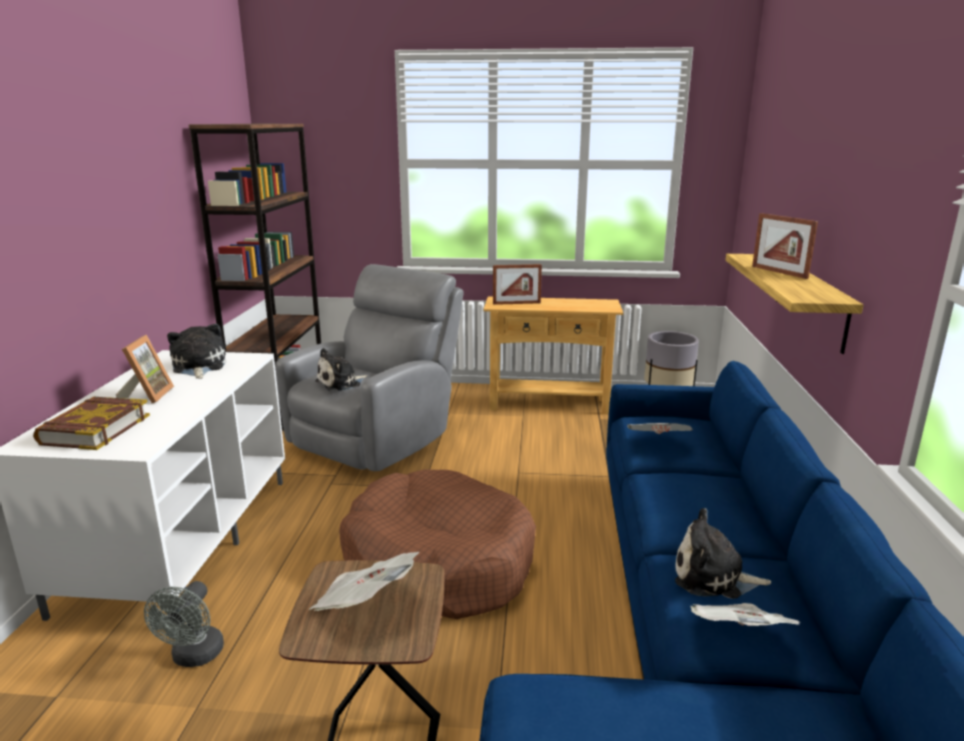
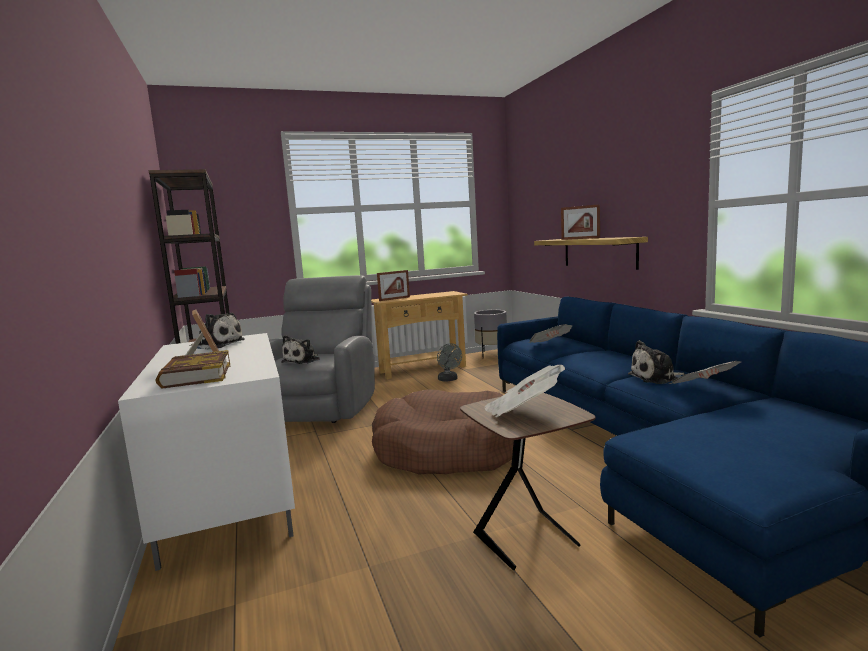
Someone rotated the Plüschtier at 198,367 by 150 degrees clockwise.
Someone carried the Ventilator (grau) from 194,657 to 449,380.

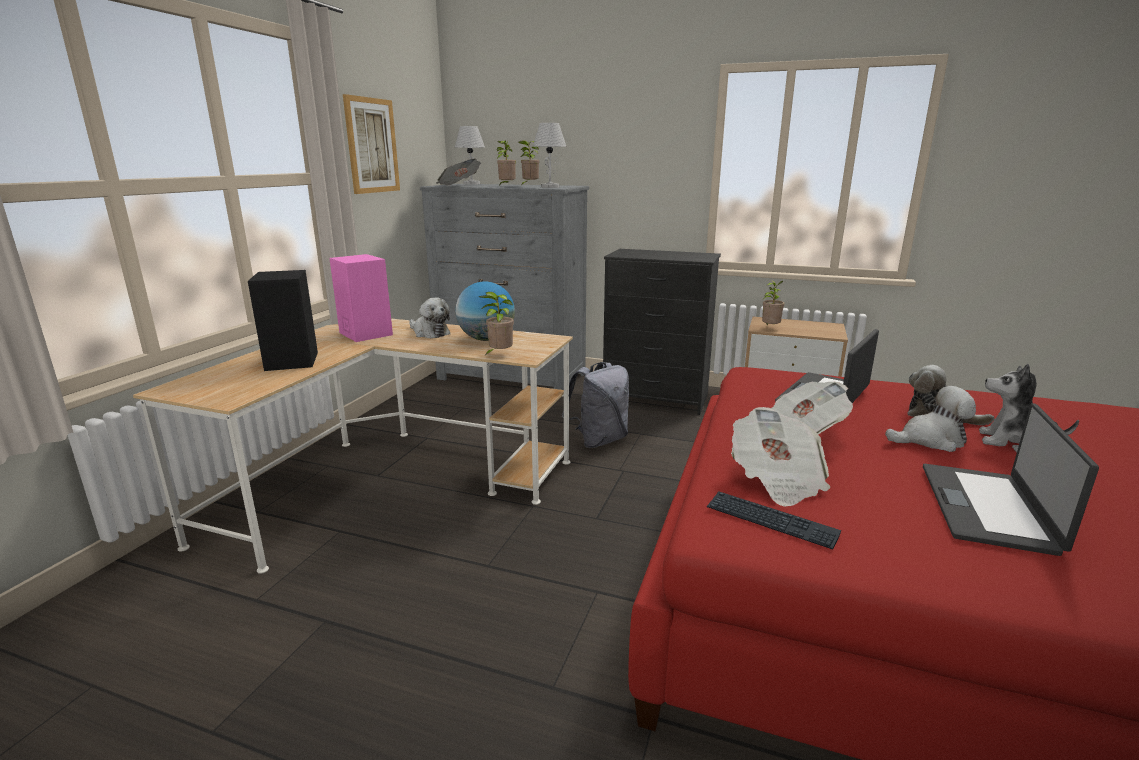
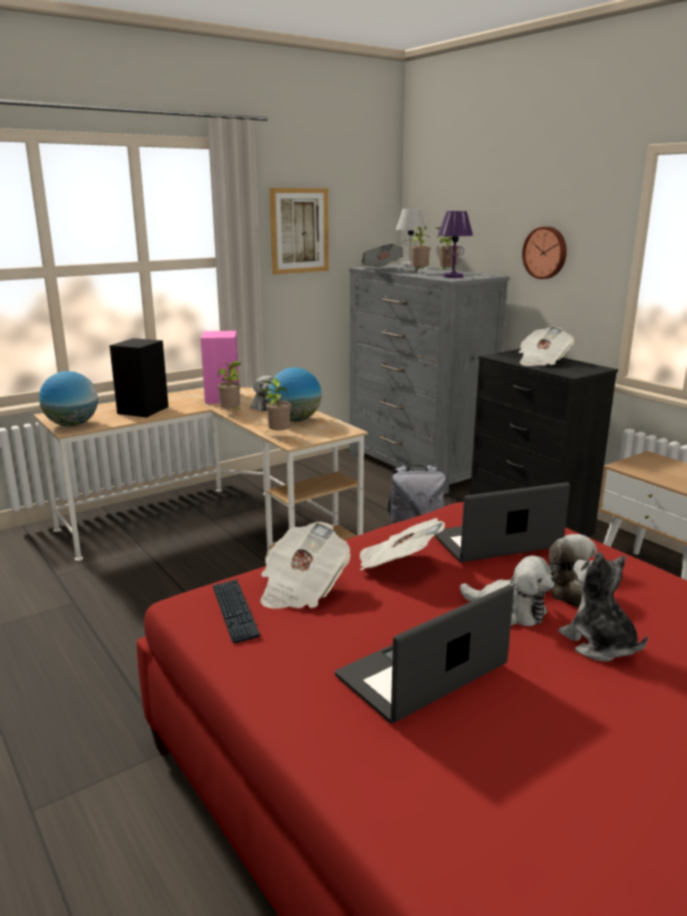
Someone put down the Globus at 72,425.
Someone carried the Topfpflanze from 770,328 to 232,413.
Someone repainted the Tischlampe (weiß) at 550,187, which became the Tischlampe (lila) at 453,277.
Someone put down the Zeitung at 542,361.
Someone put up the Wanduhr at 545,252.

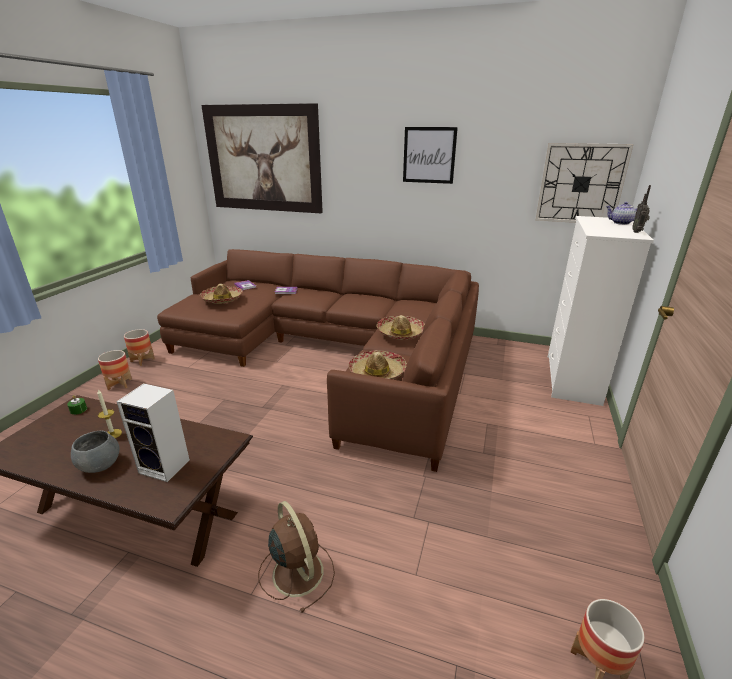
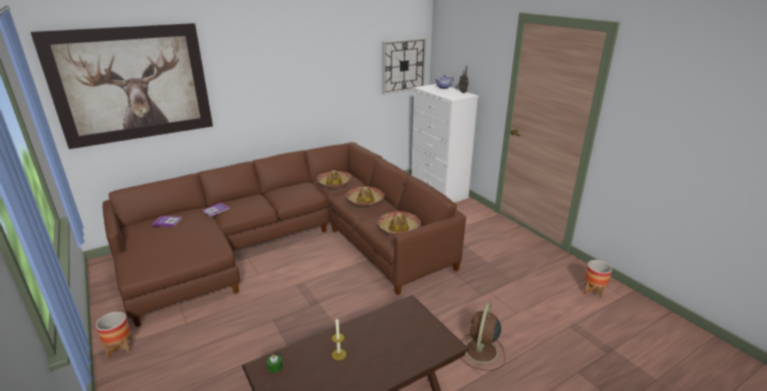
Someone carried the Hut from 222,299 to 334,183.
Someone rotated the Ventilator (braun) at 297,571 by 75 degrees counterclockwise.
Someone took away the Schüssel (grau) at 100,465.
Someone took away the Pflanzkübel at 120,384.
Someone took away the Lautsprecher at 166,466.
Someone took away the Bild at 429,155.

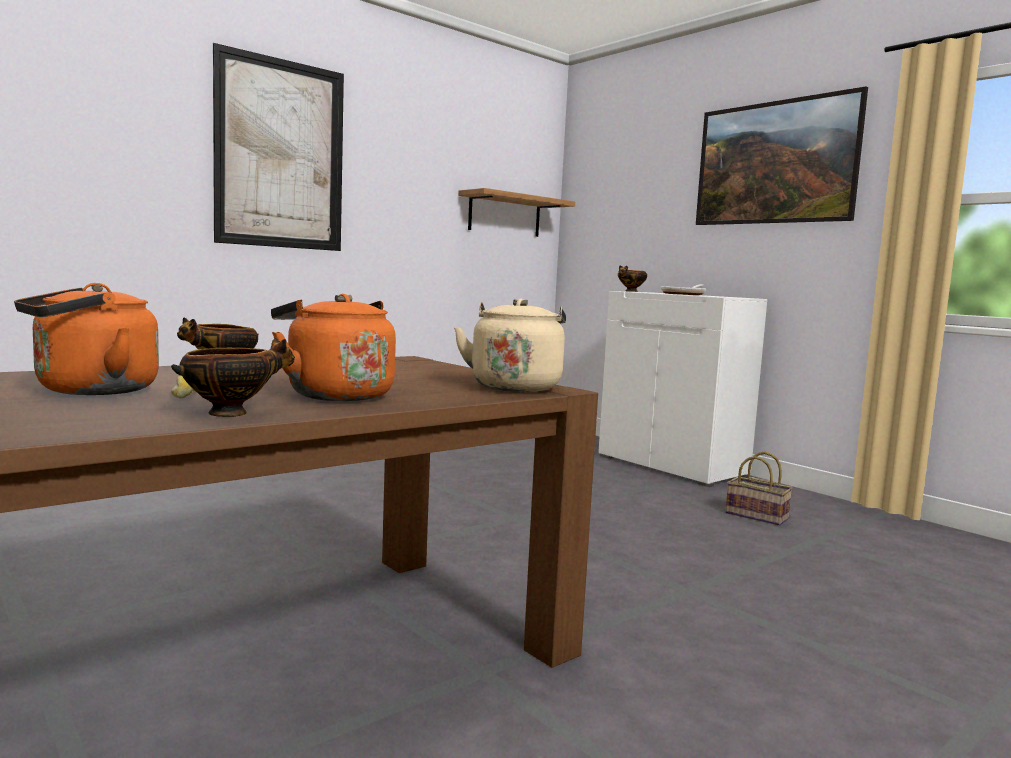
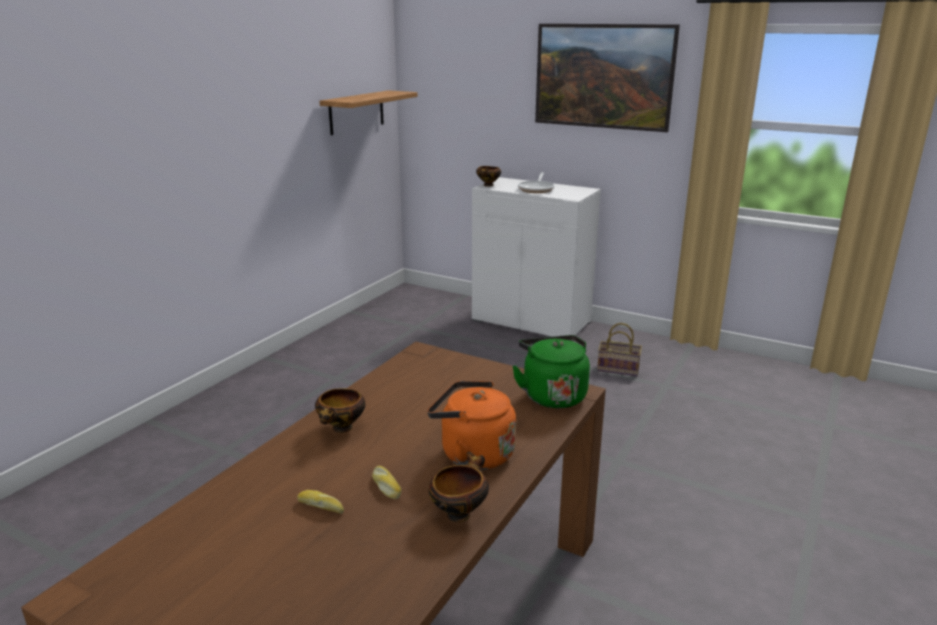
Someone swapped the Wasserkessel (orange) at 90,391 for the Brot at 321,506.
Someone repainted the Wasserkessel (beige) at 515,386, which became the Wasserkessel (grün) at 552,395.
Someone took away the Bild at 280,154.

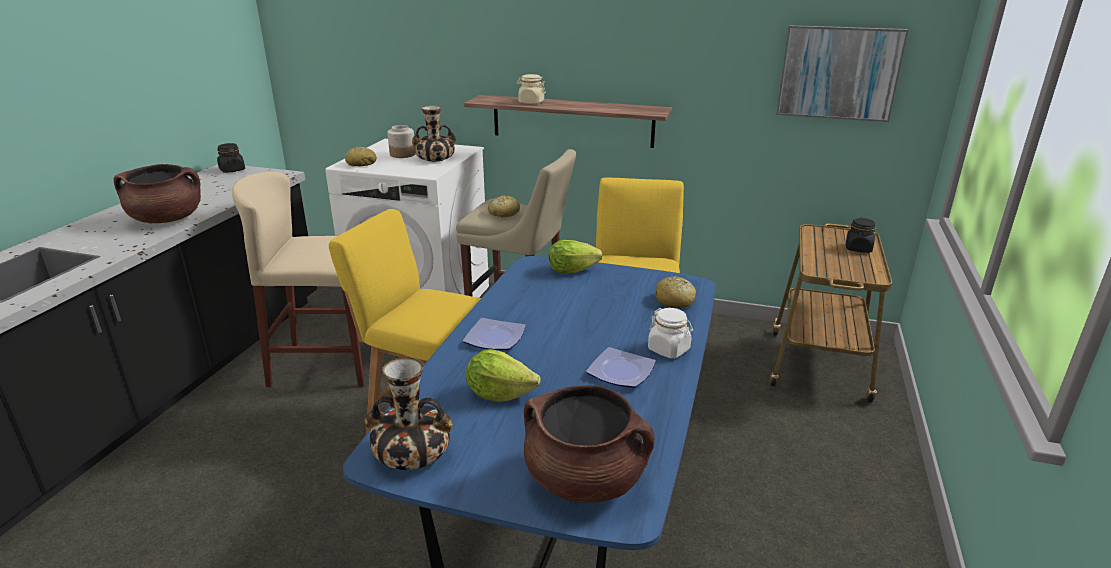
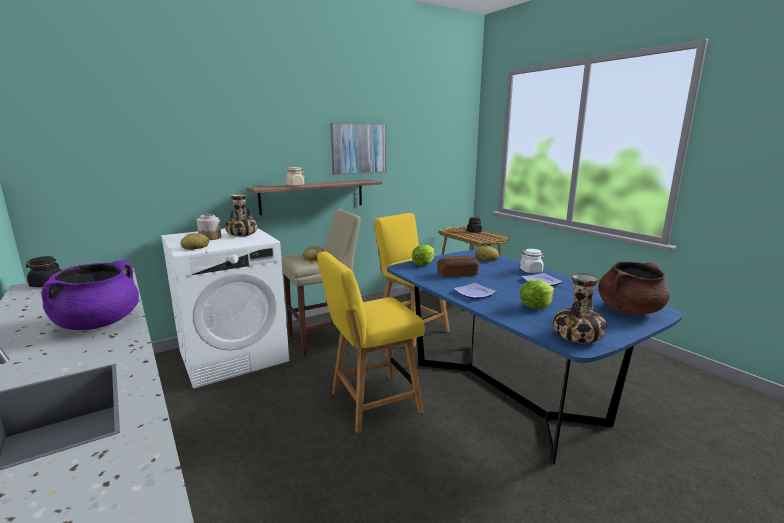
Someone repainted the Kochtopf (braun) at 167,219, which became the Kochtopf (lila) at 98,323.
Someone carried the Bild from 838,73 to 358,148.
Someone put down the Brot at 457,274.
Someone took away the Hocker (beige) at 327,364.

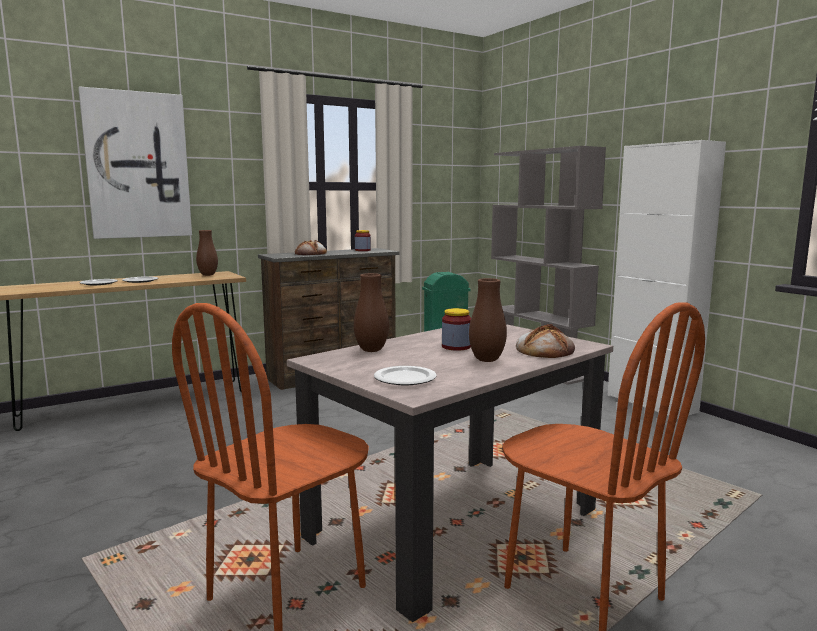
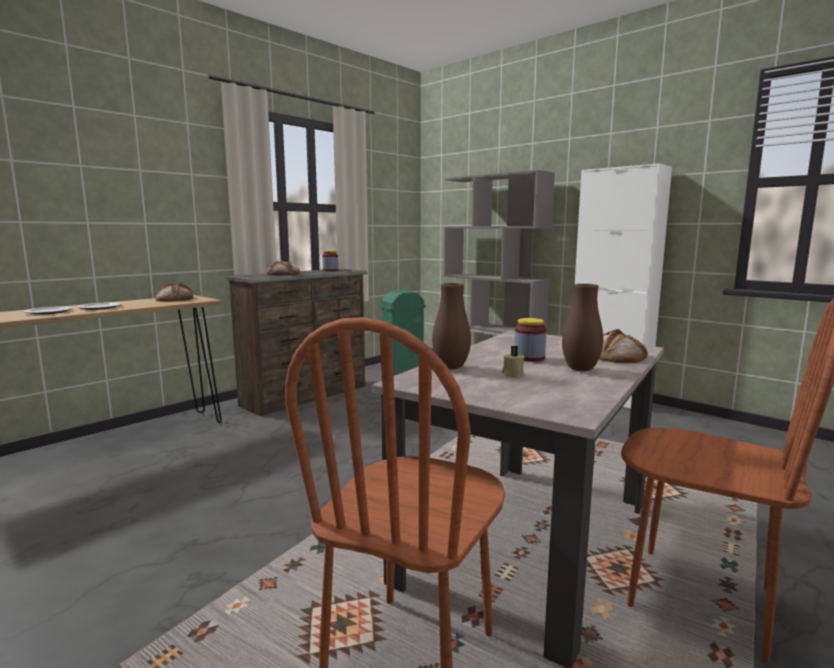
Someone swapped the Vase (braun) at 208,275 for the Brot at 175,299.
Someone put down the Kerze (beige) at 512,374.
Someone took away the Bild at 138,165.
Someone took away the Teller at 406,378.

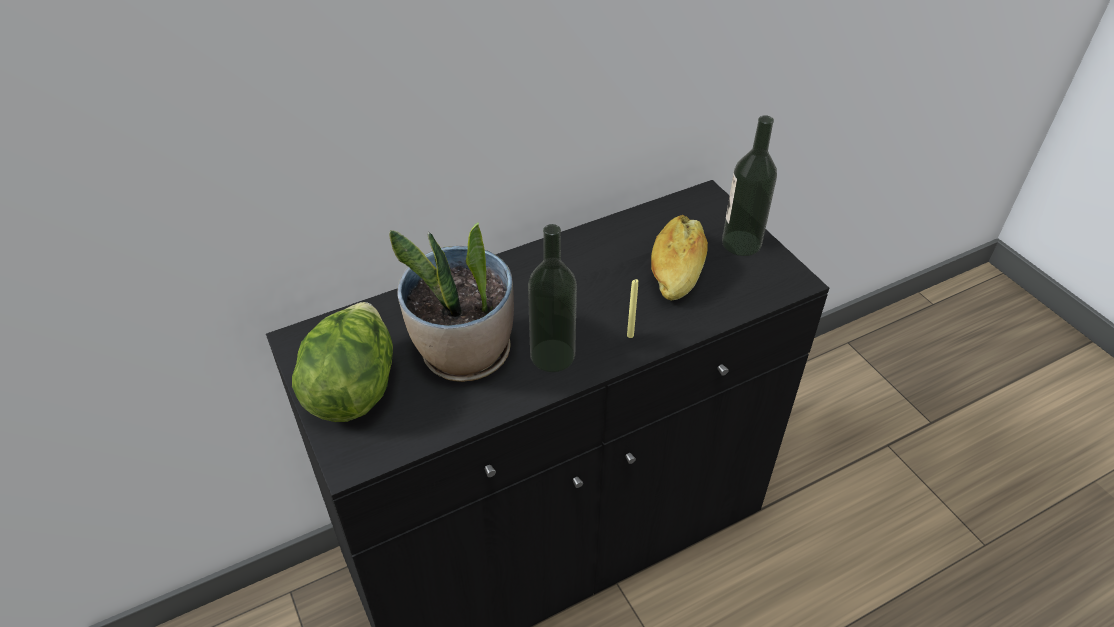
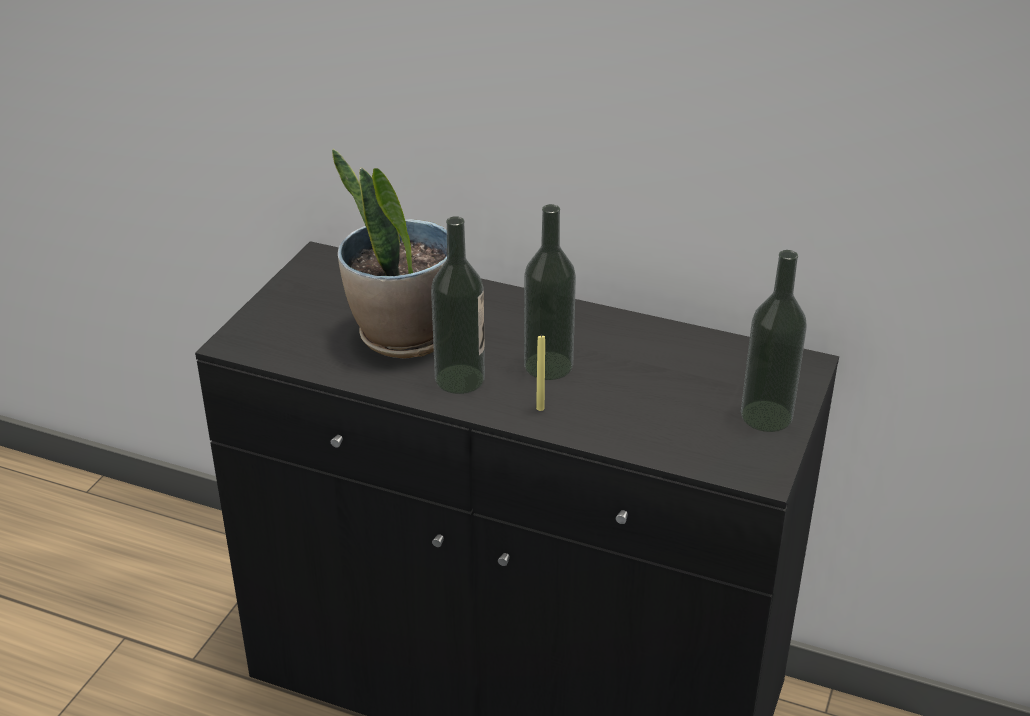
Someone put down the Flasche at 548,365.
Someone took away the Salatkopf at 353,388.
Someone took away the Brot at 677,268.

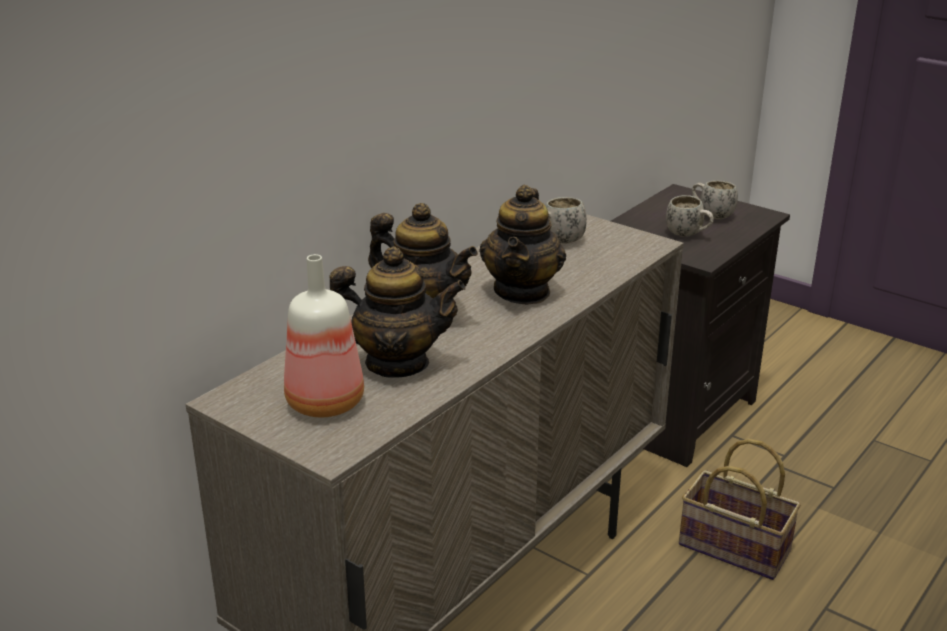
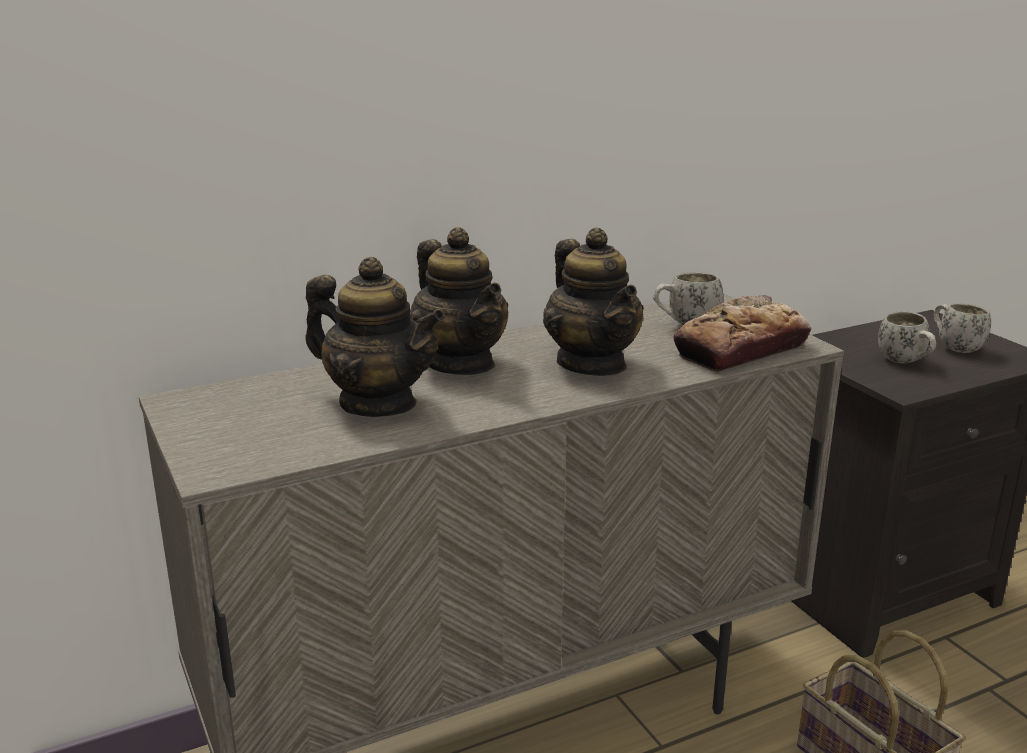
Someone rotated the Teekanne at 522,291 by 60 degrees counterclockwise.
Someone put down the Brot at 741,350.
Someone took away the Flasche at 323,402.

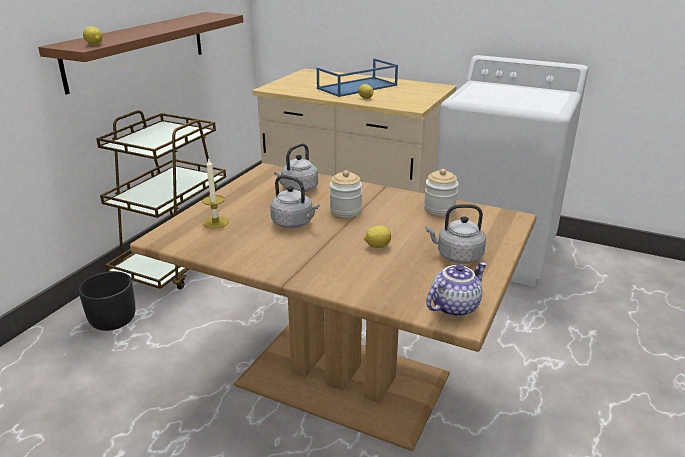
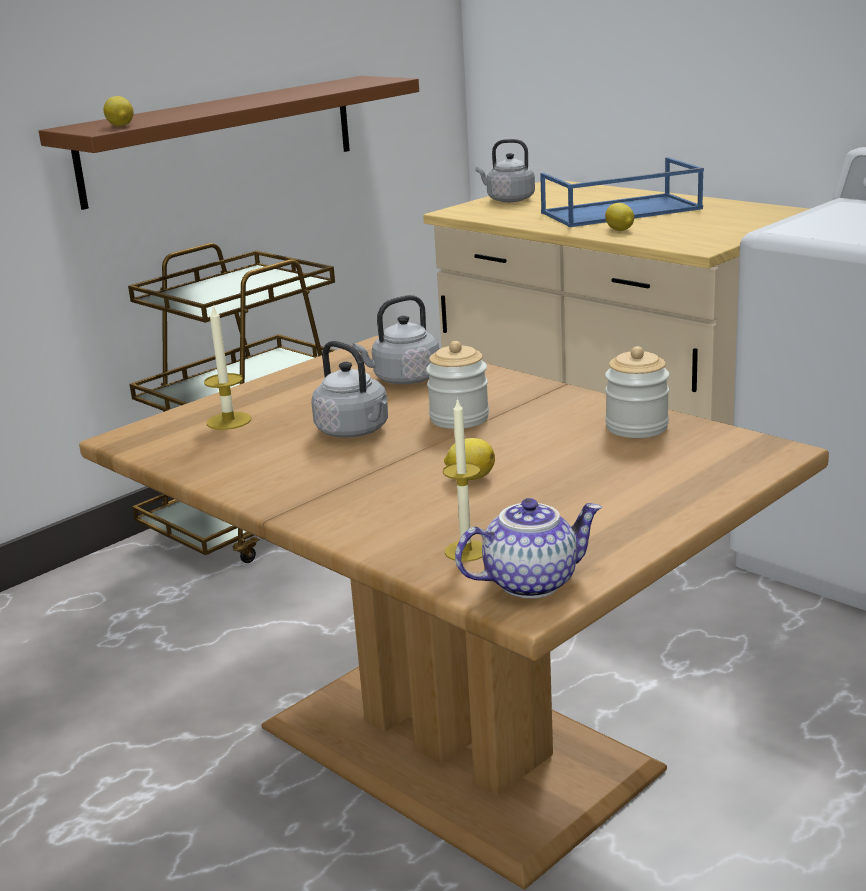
Someone put down the Kerze at 466,551.
Someone carried the Wasserkessel (grau) from 457,256 to 508,200.
Someone took away the Pflanzkübel (schwarz) at 113,320.

